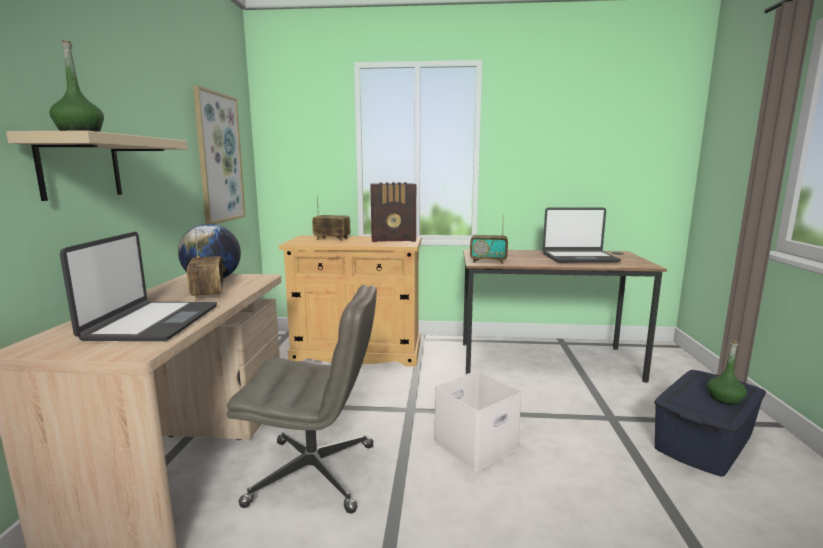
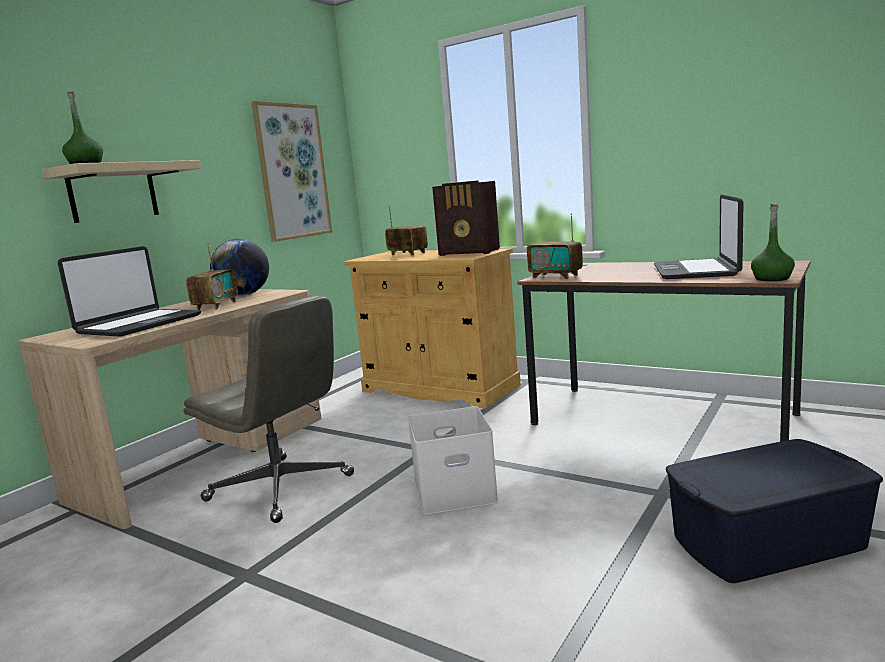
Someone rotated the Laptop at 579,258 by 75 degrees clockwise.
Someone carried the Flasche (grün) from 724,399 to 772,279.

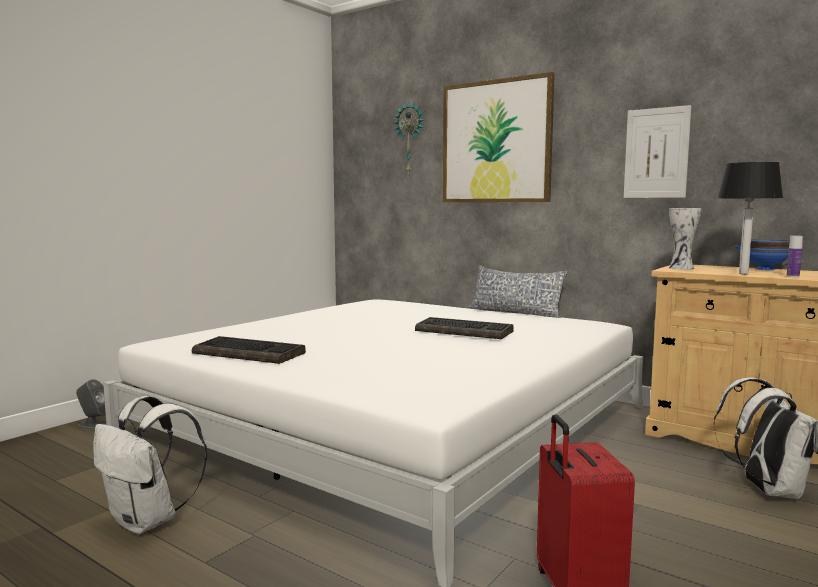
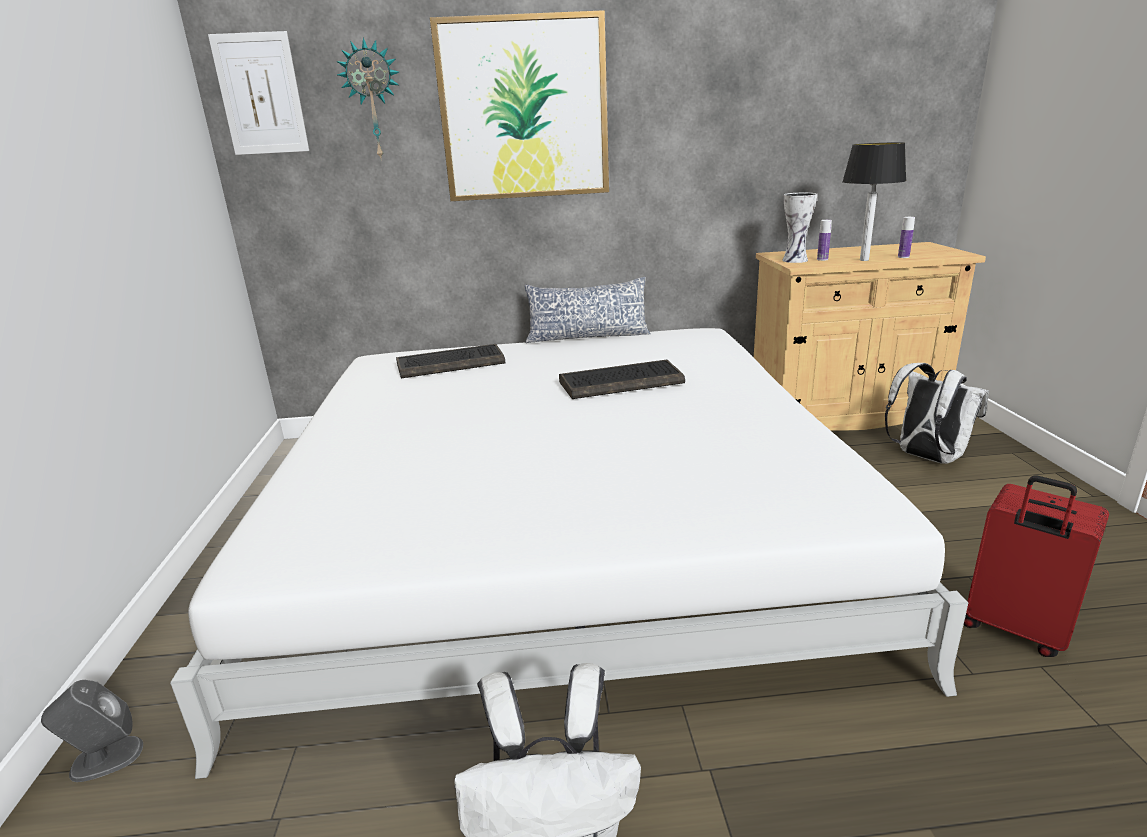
Someone carried the Bild from 656,153 to 260,94.
Someone carried the Tastatur from 250,353 to 451,363.
Someone put down the Flasche at 822,259.
Someone took away the Schüssel (blau) at 765,269.

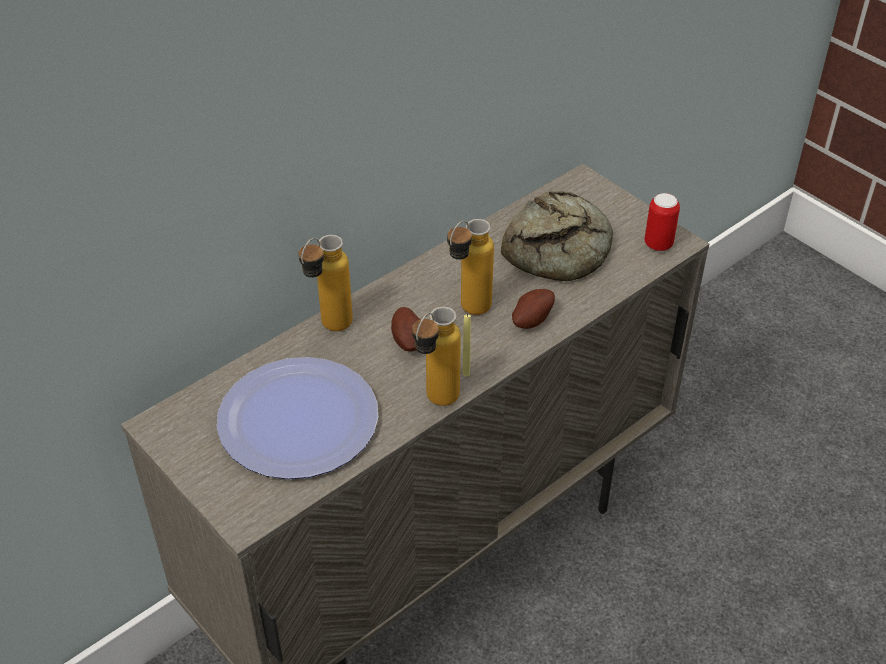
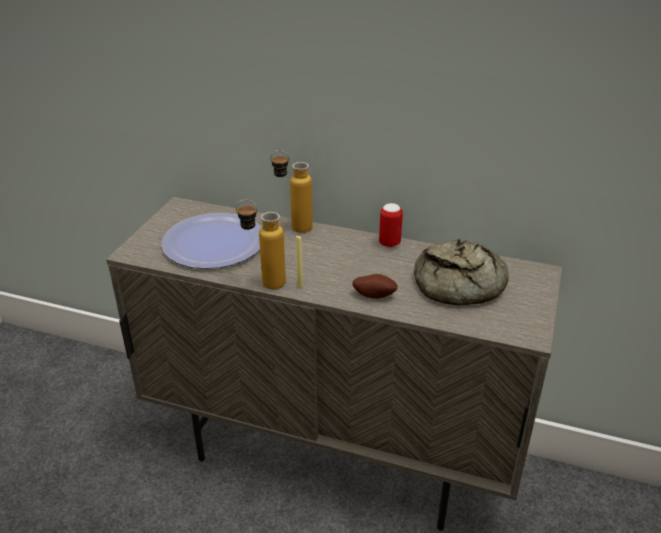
Someone carried the Dose from 658,244 to 389,243.
Someone took away the Kartoffel at 409,341.
Someone took away the Flasche at 468,312.

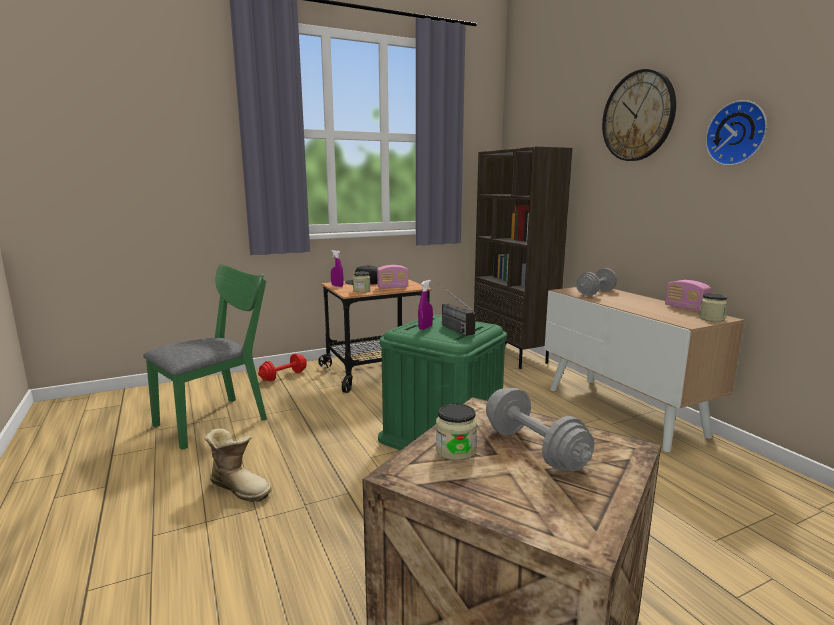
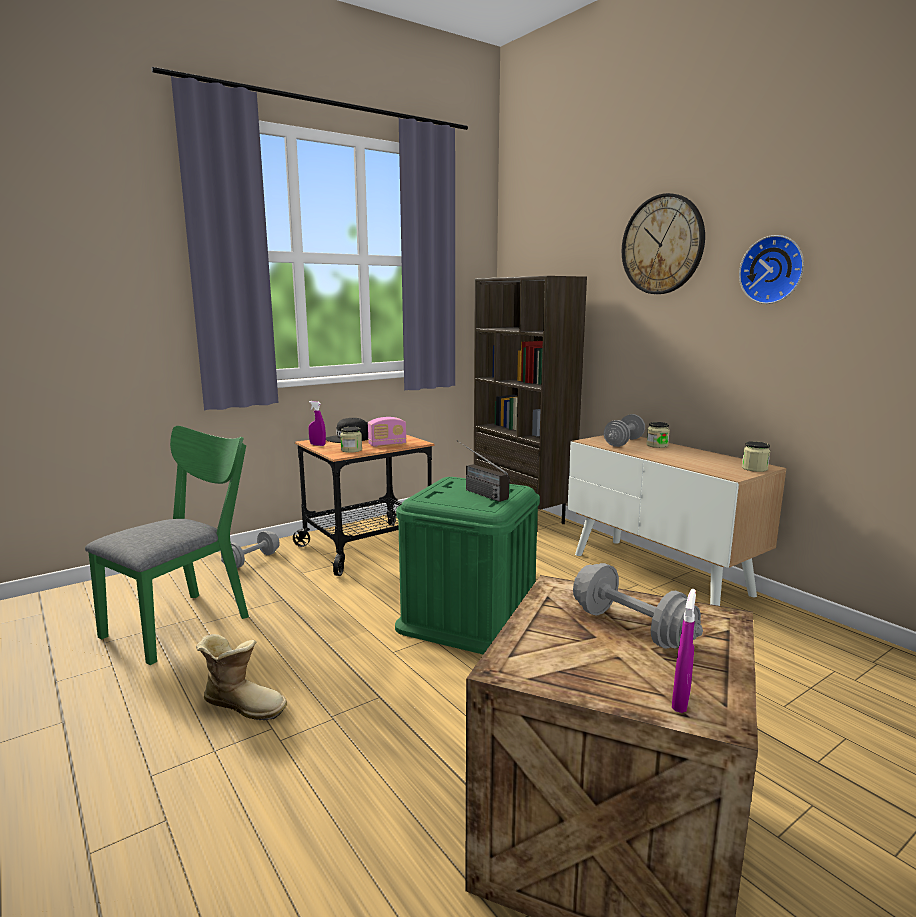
Someone repainted the Hantel (rot) at 283,376, which became the Hantel (grau) at 252,560.
Someone carried the Vorratsglas from 455,450 to 657,445.
Someone carried the Sprühflasche (lila) from 425,328 to 680,701.
Someone took away the Radio at 685,308.

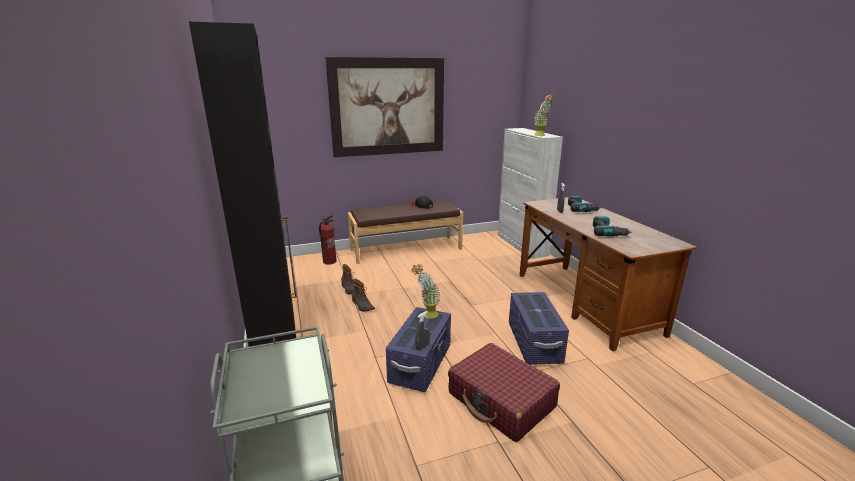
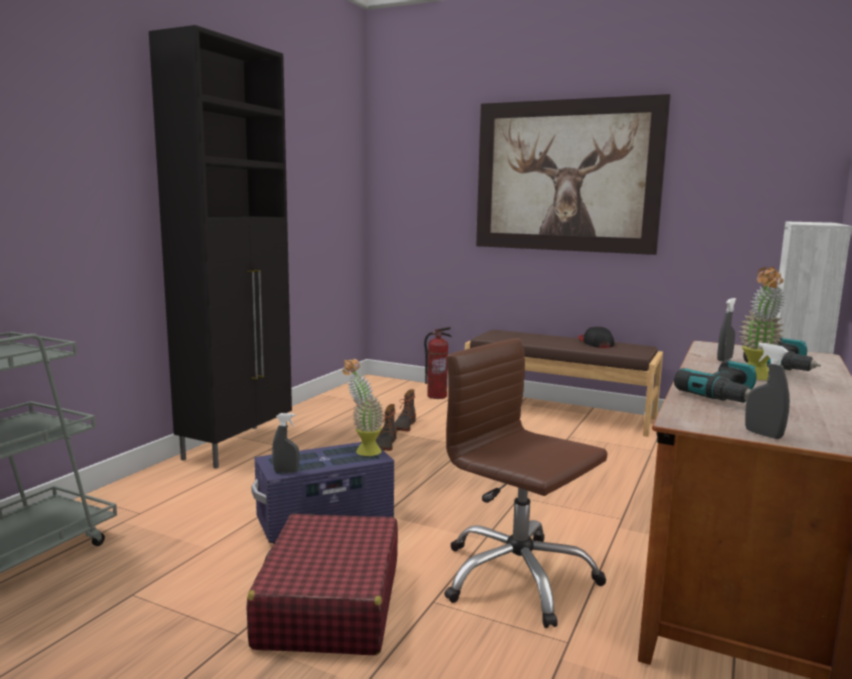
Someone swapped the Aufbewahrungsbox (lila) at 534,343 for the Bürostuhl (braun) at 517,577.
Someone carried the Topfpflanze from 541,135 to 756,378.
Someone put down the Sprühflasche (grau) at 763,434.

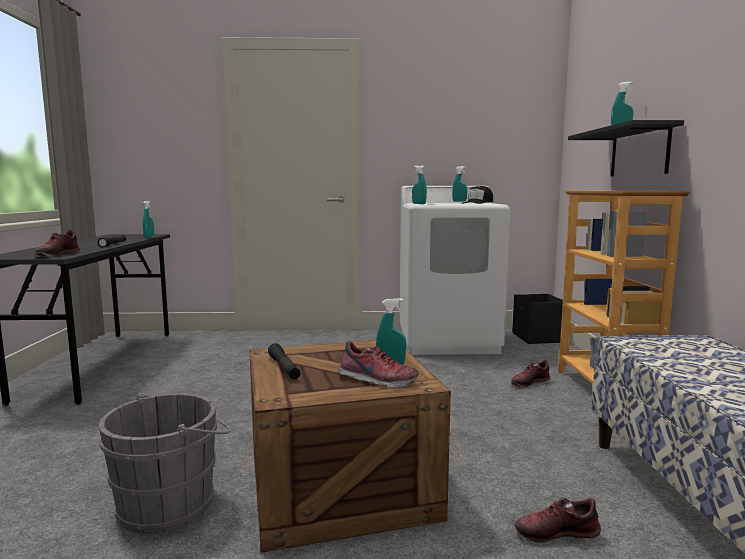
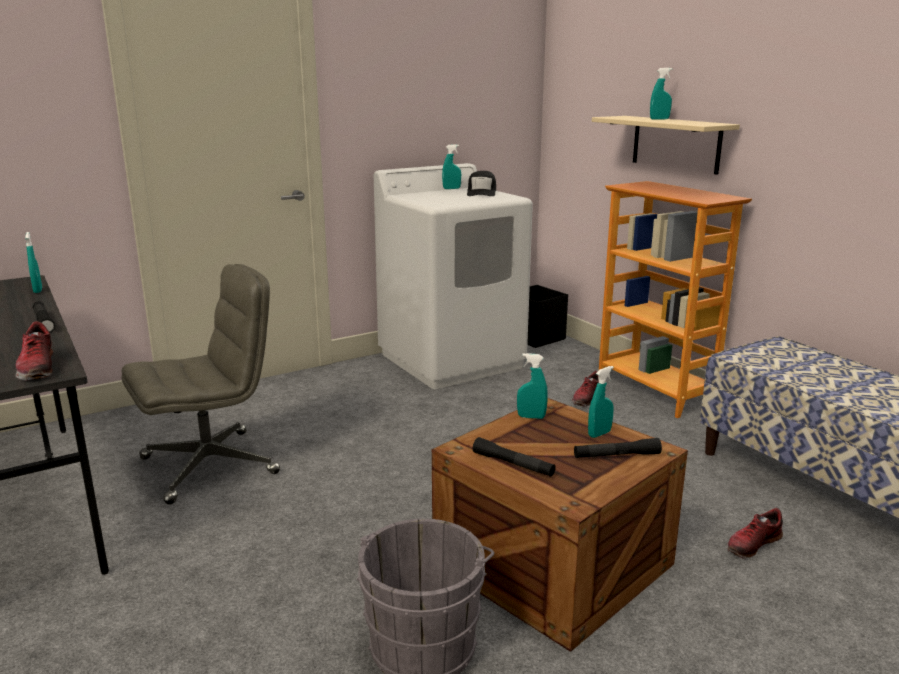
Someone put down the Bürostuhl (grau) at 211,465.
Someone carried the Sprühflasche (türkis) from 419,204 to 531,417.
Someone swapped the Schuh at 376,380 for the Taschenlampe (schwarz) at 616,456.
Someone repainted the Wandregal (schwarz) at 639,152, which became the Wandregal (beige) at 675,144.

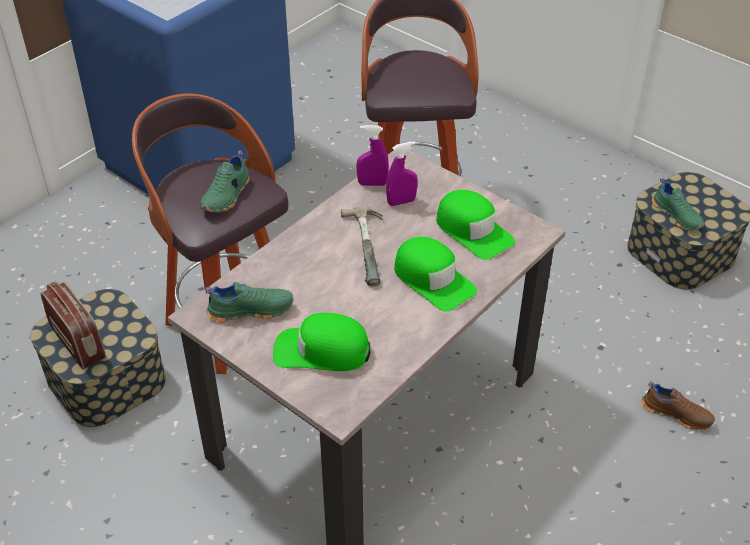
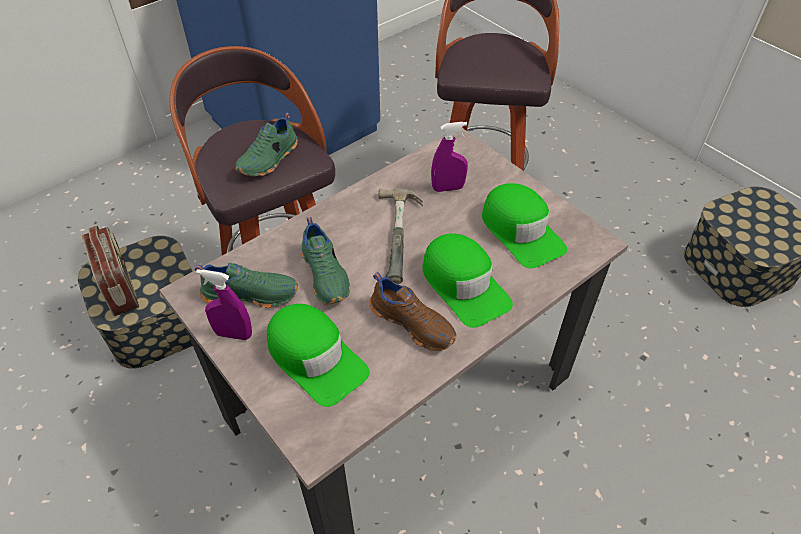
Someone carried the Sprühflasche (lila) from 372,183 to 233,334.
Someone rotated the Kappe (grün) at 321,351 by 150 degrees counterclockwise.
Someone carried the Schuh (grün) from 677,215 to 326,274.
Someone carried the Schuh (braun) from 676,413 to 413,322.

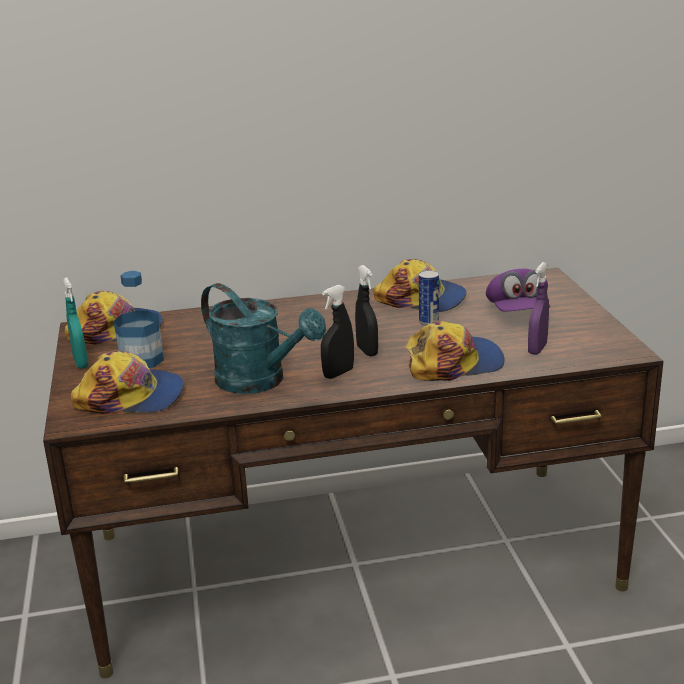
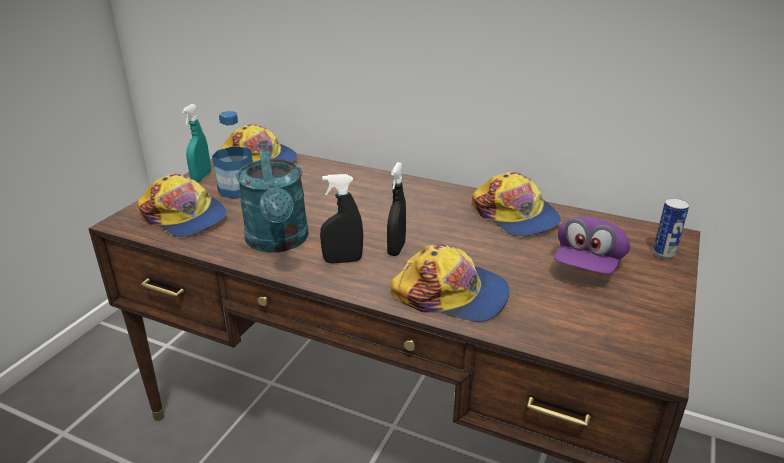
Someone carried the Dose from 428,322 to 664,253.
Someone took away the Sprühflasche (lila) at 537,349.

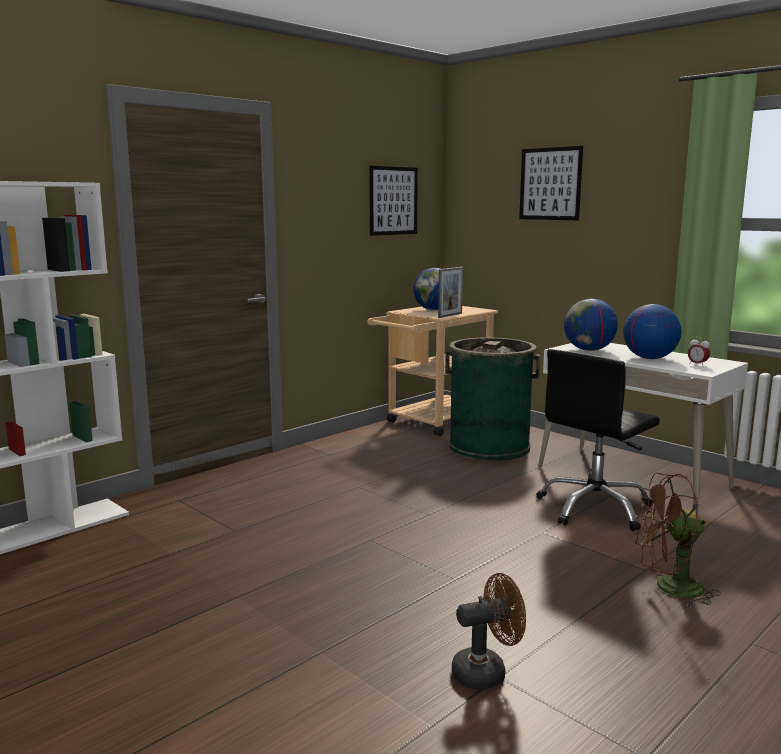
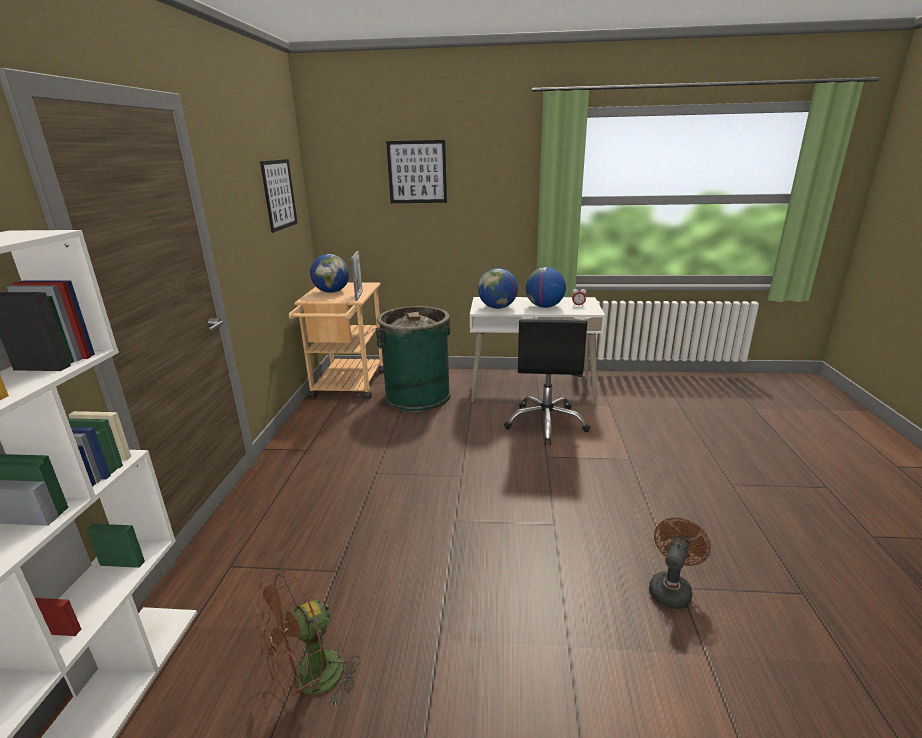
Someone carried the Ventilator (braun) from 669,588 to 310,681.

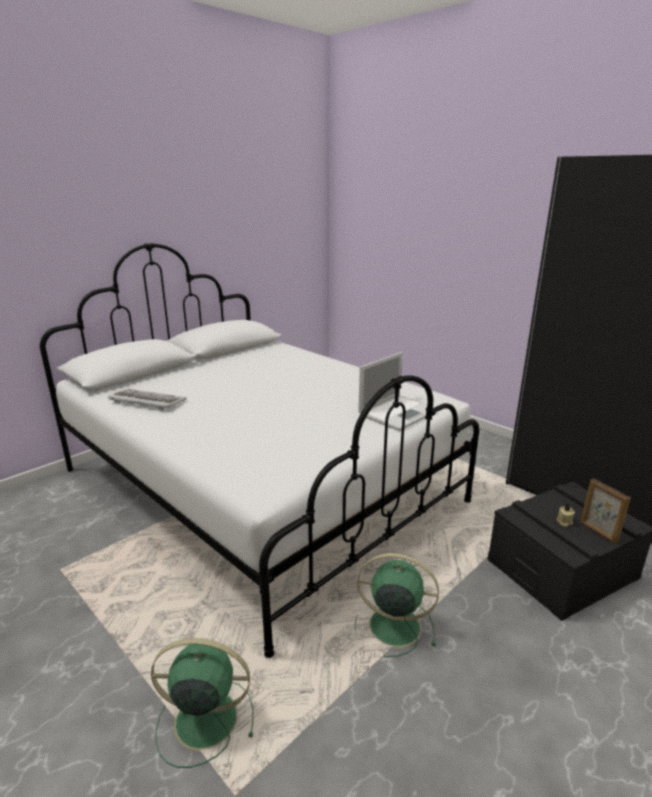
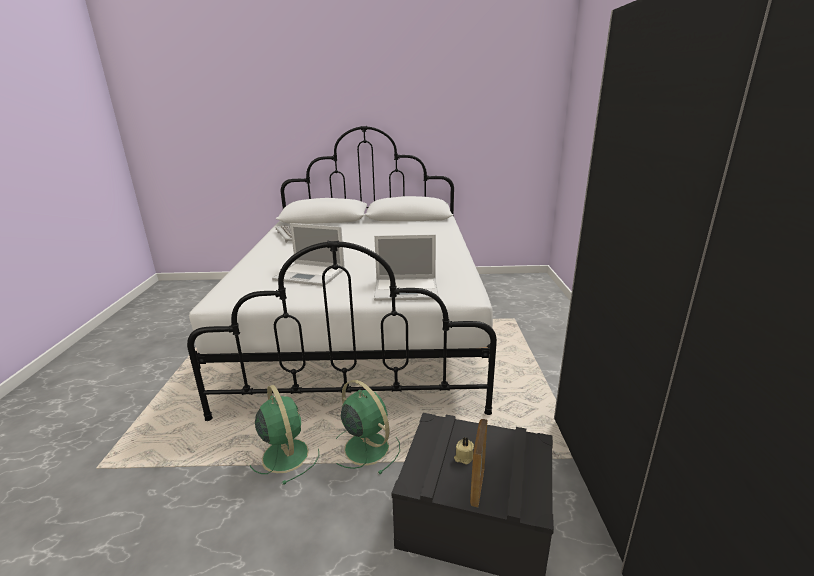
Someone put down the Laptop at 310,275.
Someone carried the Ventilator (grün) from 203,719 to 365,447.

